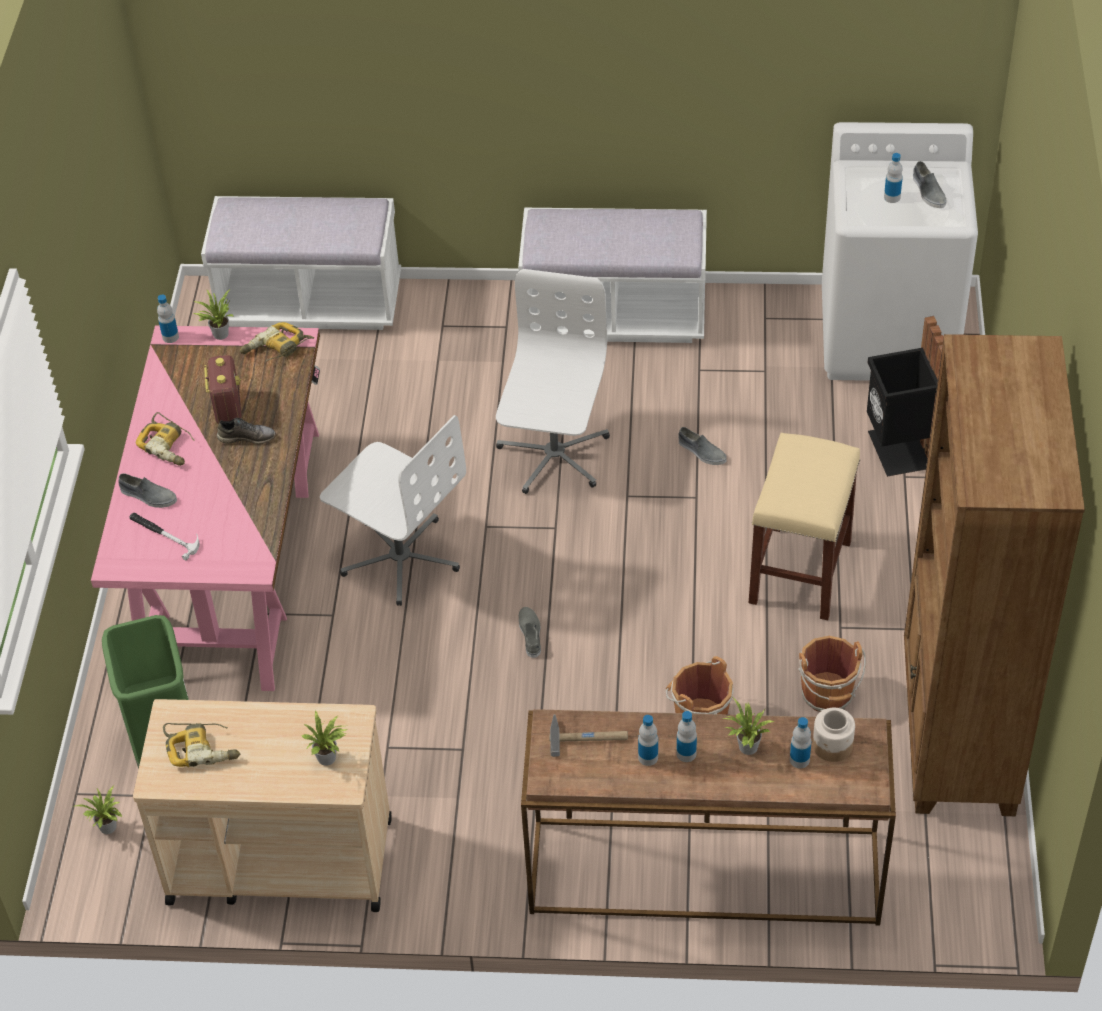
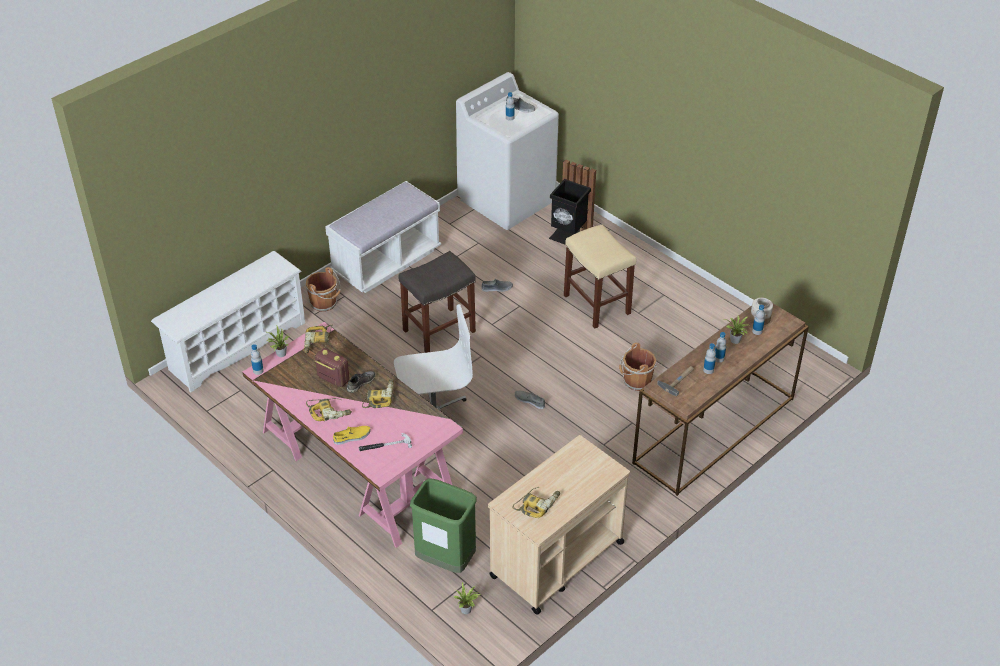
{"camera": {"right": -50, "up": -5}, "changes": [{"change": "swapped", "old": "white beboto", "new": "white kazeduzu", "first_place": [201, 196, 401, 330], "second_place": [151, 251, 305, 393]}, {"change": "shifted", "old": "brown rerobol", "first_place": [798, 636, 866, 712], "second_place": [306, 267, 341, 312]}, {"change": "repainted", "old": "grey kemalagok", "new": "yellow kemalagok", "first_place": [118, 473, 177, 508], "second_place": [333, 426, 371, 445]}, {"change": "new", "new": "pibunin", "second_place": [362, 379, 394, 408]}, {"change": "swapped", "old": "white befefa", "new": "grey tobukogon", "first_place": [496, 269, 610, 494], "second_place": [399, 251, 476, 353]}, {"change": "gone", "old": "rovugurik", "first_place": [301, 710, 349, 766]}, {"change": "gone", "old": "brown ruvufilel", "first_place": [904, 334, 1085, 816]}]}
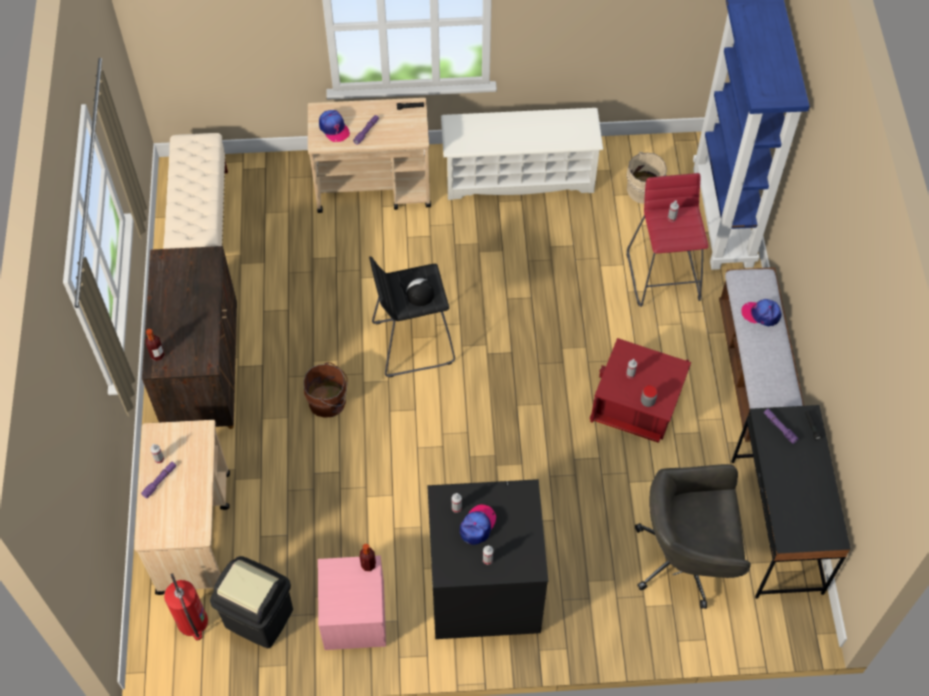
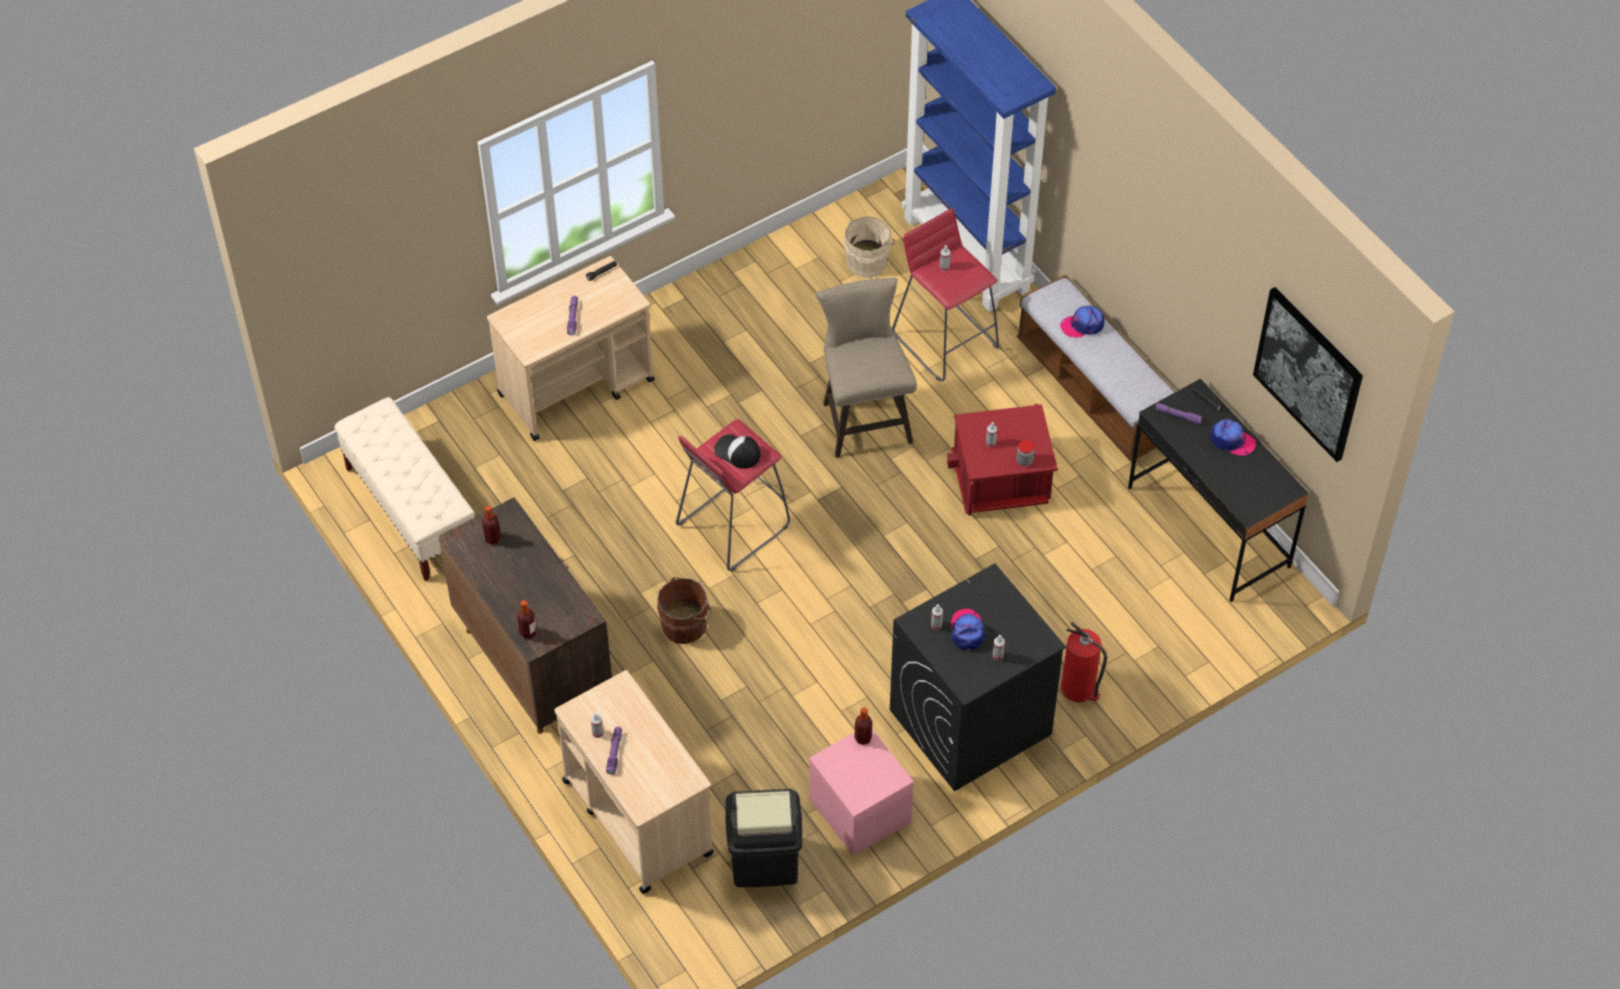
{"camera": {"right": -30, "up": -5}, "changes": [{"change": "new", "new": "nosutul", "second_place": [482, 505, 501, 545]}, {"change": "repainted", "old": "black tobukogon", "new": "red tobukogon", "first_place": [369, 256, 455, 377], "second_place": [676, 419, 790, 571]}, {"change": "new", "new": "beige tobukogon", "second_place": [816, 278, 917, 458]}, {"change": "shifted", "old": "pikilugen", "first_place": [164, 574, 208, 641], "second_place": [1061, 622, 1107, 702]}, {"change": "shifted", "old": "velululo", "first_place": [319, 110, 350, 142], "second_place": [1210, 419, 1256, 456]}, {"change": "new", "new": "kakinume", "second_place": [1253, 287, 1363, 462]}, {"change": "gone", "old": "white kazeduzu", "first_place": [441, 108, 603, 200]}, {"change": "gone", "old": "grey befefa", "first_place": [635, 464, 751, 609]}]}
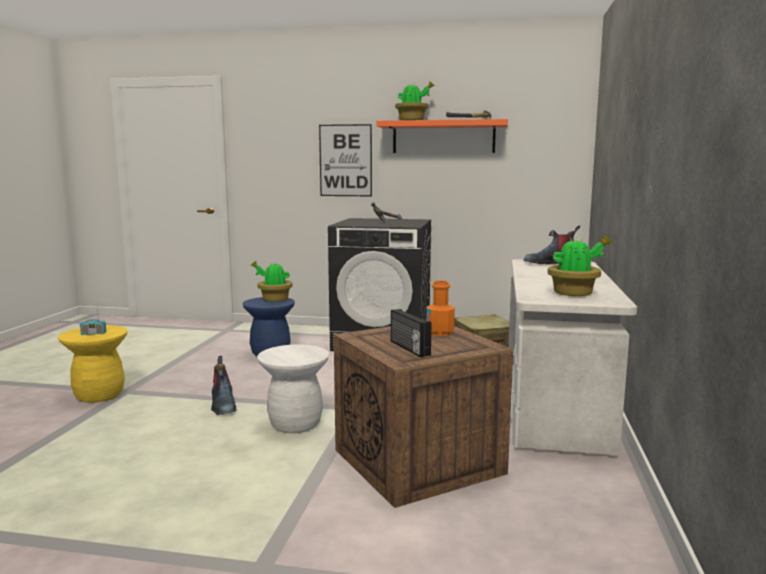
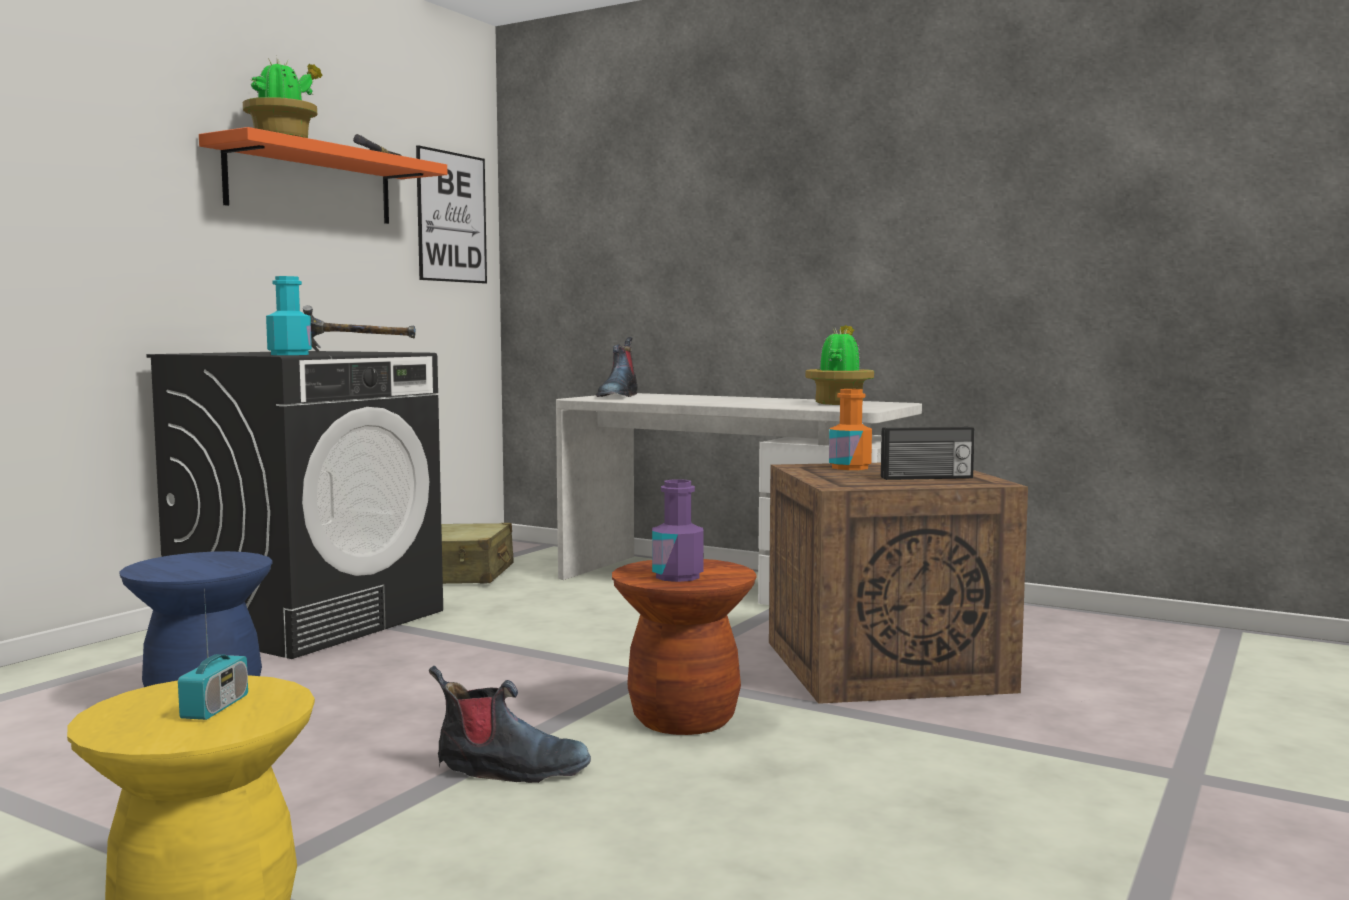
{"camera": {"right": -70, "up": -5}, "changes": [{"change": "new", "new": "turquoise nosutul", "second_place": [266, 276, 312, 355]}, {"change": "shifted", "old": "kakinume", "first_place": [319, 124, 372, 196], "second_place": [416, 145, 487, 283]}, {"change": "repainted", "old": "white tobukogon", "new": "brown tobukogon", "first_place": [257, 344, 329, 433], "second_place": [612, 559, 757, 735]}, {"change": "new", "new": "purple nosutul", "second_place": [652, 479, 704, 582]}, {"change": "gone", "old": "rovugurik", "first_place": [250, 261, 293, 302]}]}
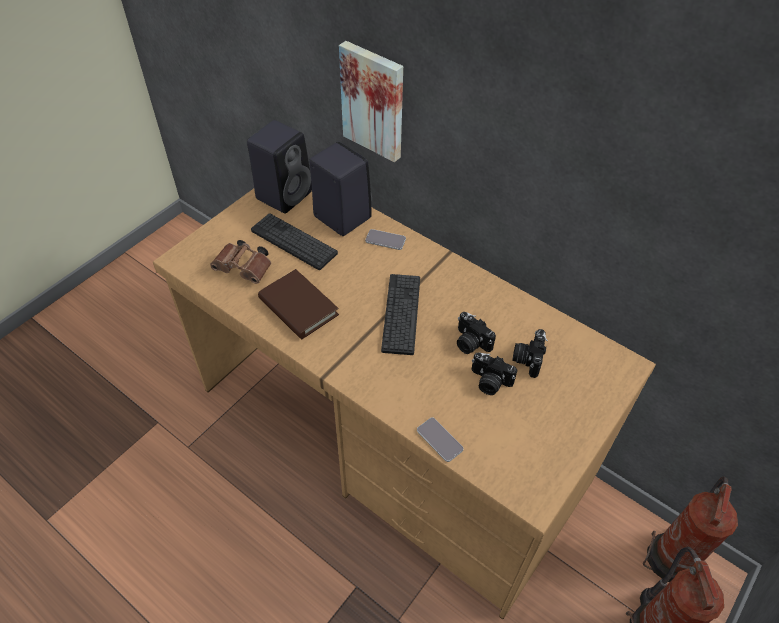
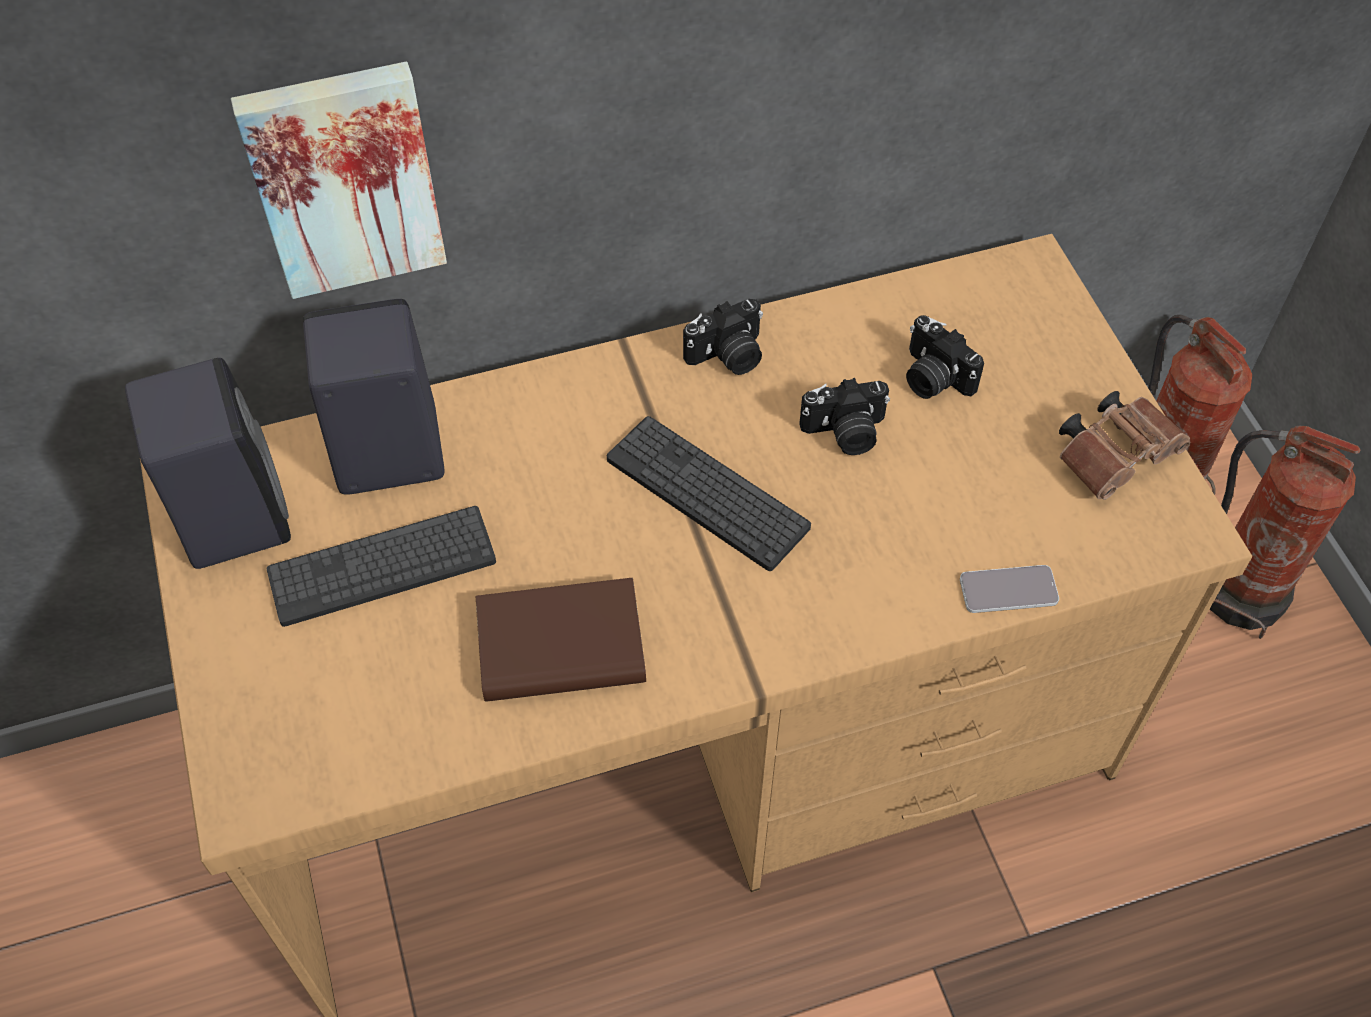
{"camera": {"right": -55, "up": 5}, "changes": [{"change": "shifted", "old": "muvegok", "first_place": [471, 352, 517, 395], "second_place": [683, 299, 763, 375]}, {"change": "shifted", "old": "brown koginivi", "first_place": [210, 240, 271, 284], "second_place": [1059, 391, 1190, 500]}, {"change": "gone", "old": "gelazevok", "first_place": [365, 229, 406, 250]}]}
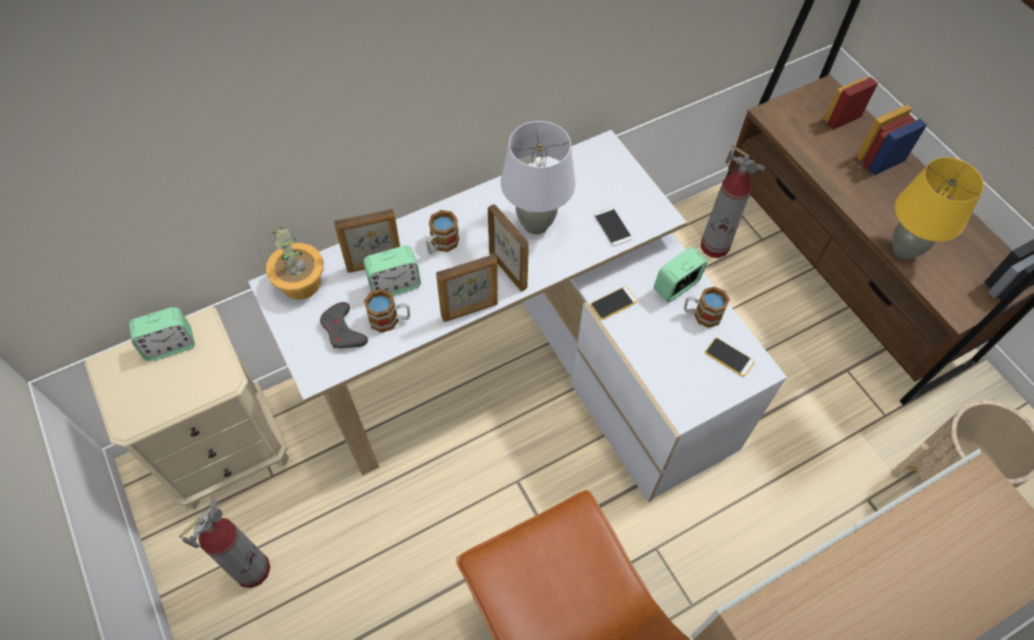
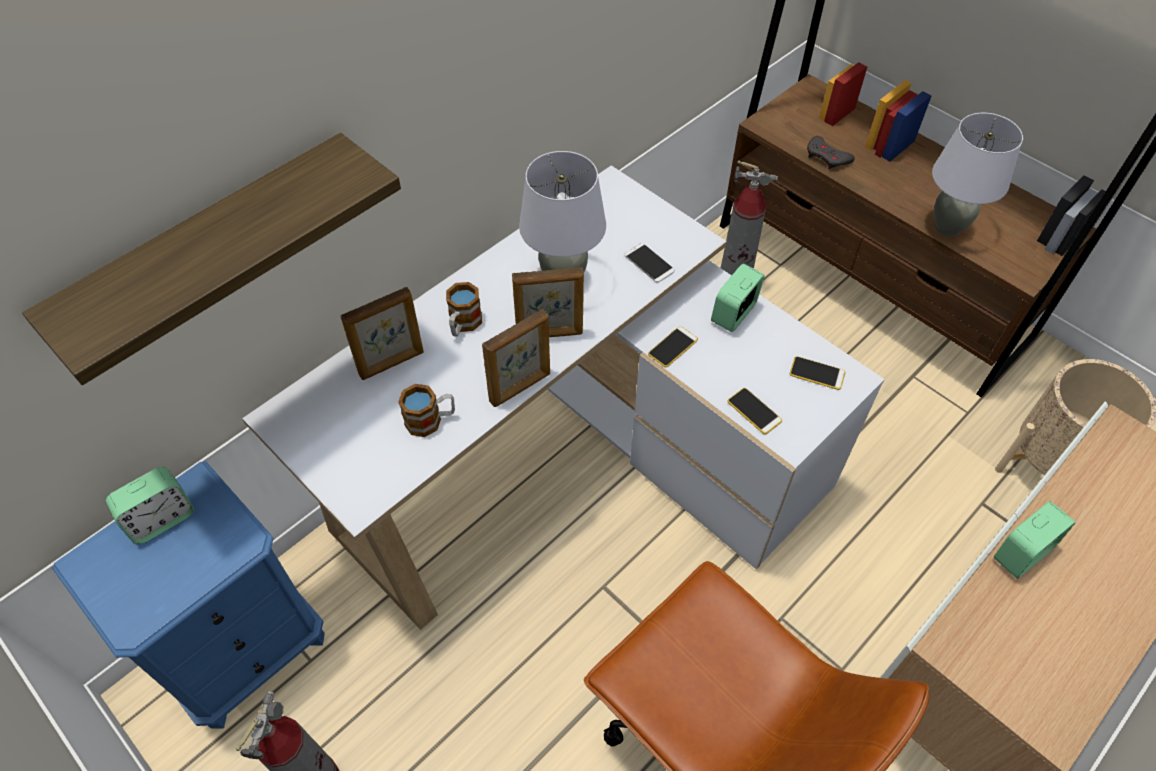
{"camera": {"right": -15, "up": -5}, "changes": [{"change": "new", "new": "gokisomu", "second_place": [22, 133, 401, 385]}, {"change": "repainted", "old": "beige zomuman", "new": "blue zomuman", "first_place": [84, 307, 289, 510], "second_place": [52, 461, 325, 728]}, {"change": "rotated", "old": "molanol", "first_place": [488, 204, 529, 292], "second_place": [512, 267, 584, 337], "degrees": 135}, {"change": "new", "new": "gelazevok", "second_place": [727, 388, 782, 434]}, {"change": "shifted", "old": "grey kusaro", "first_place": [320, 302, 368, 348], "second_place": [807, 136, 855, 170]}, {"change": "repainted", "old": "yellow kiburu", "new": "grey kiburu", "first_place": [892, 157, 984, 260], "second_place": [932, 113, 1023, 237]}, {"change": "shifted", "old": "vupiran", "first_place": [363, 246, 421, 296], "second_place": [994, 501, 1076, 579]}, {"change": "gone", "old": "rovugurik", "first_place": [266, 227, 324, 300]}, {"change": "gone", "old": "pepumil", "first_place": [684, 286, 730, 328]}]}
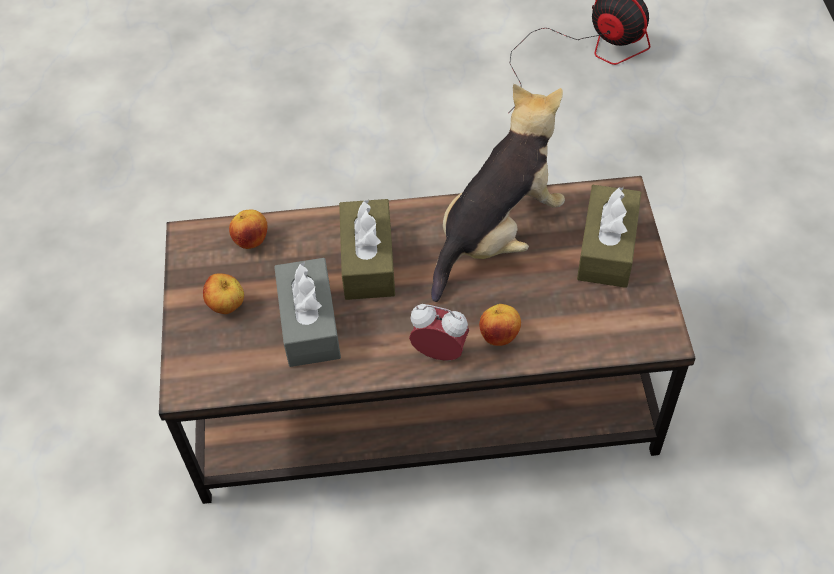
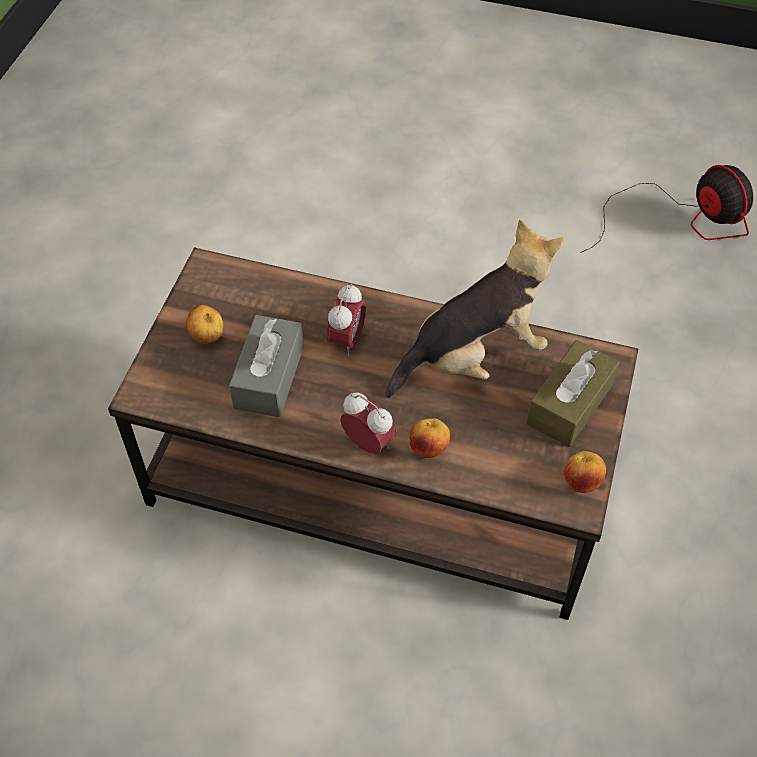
{"camera": {"right": 20, "up": 0}, "changes": [{"change": "swapped", "old": "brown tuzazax", "new": "vupiran", "first_place": [339, 199, 395, 300], "second_place": [327, 283, 366, 356]}, {"change": "shifted", "old": "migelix", "first_place": [229, 210, 267, 249], "second_place": [564, 451, 606, 493]}]}
